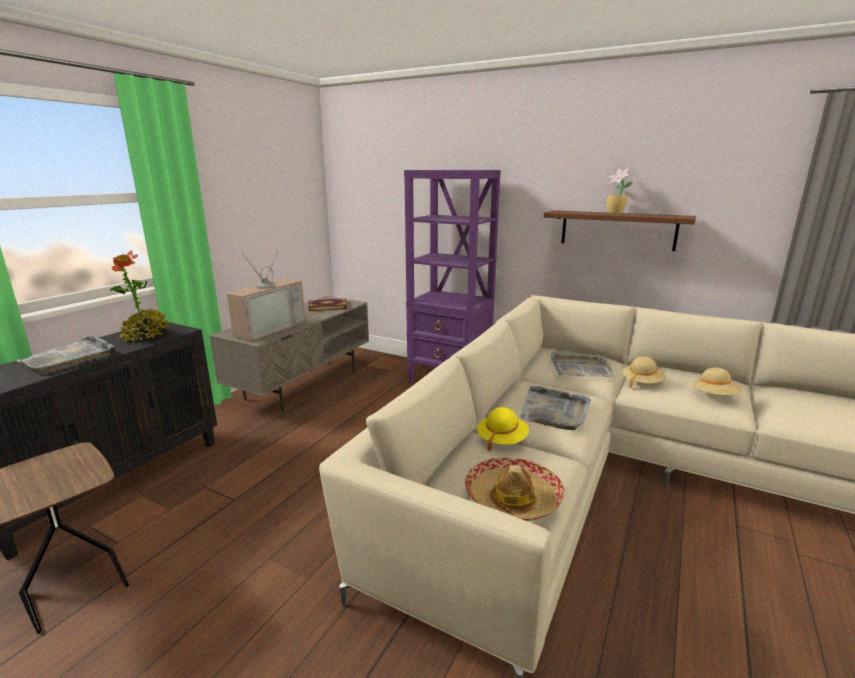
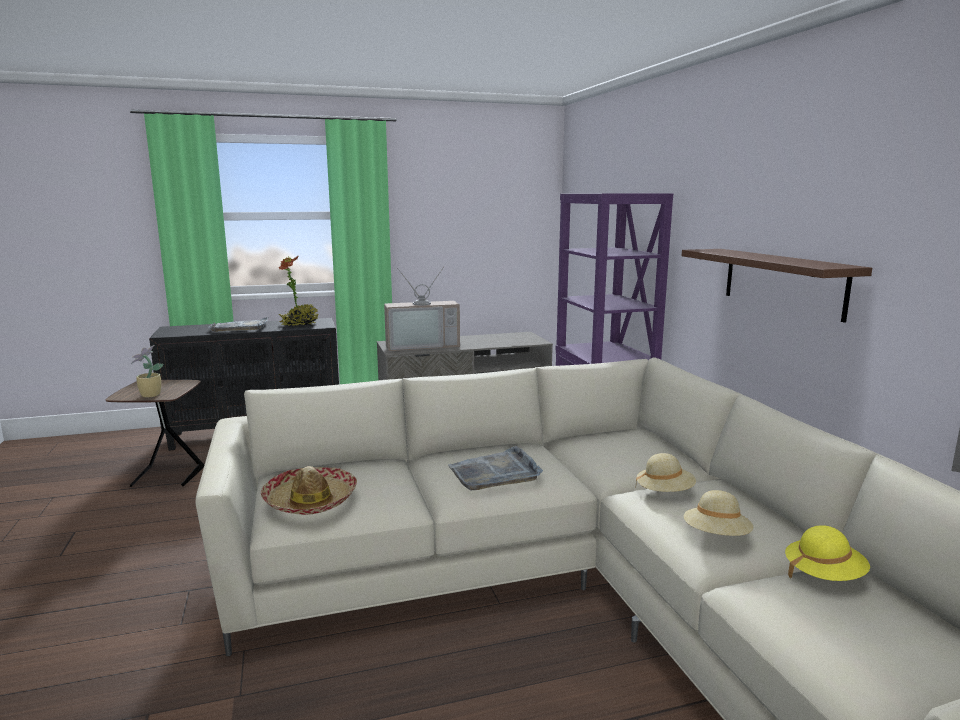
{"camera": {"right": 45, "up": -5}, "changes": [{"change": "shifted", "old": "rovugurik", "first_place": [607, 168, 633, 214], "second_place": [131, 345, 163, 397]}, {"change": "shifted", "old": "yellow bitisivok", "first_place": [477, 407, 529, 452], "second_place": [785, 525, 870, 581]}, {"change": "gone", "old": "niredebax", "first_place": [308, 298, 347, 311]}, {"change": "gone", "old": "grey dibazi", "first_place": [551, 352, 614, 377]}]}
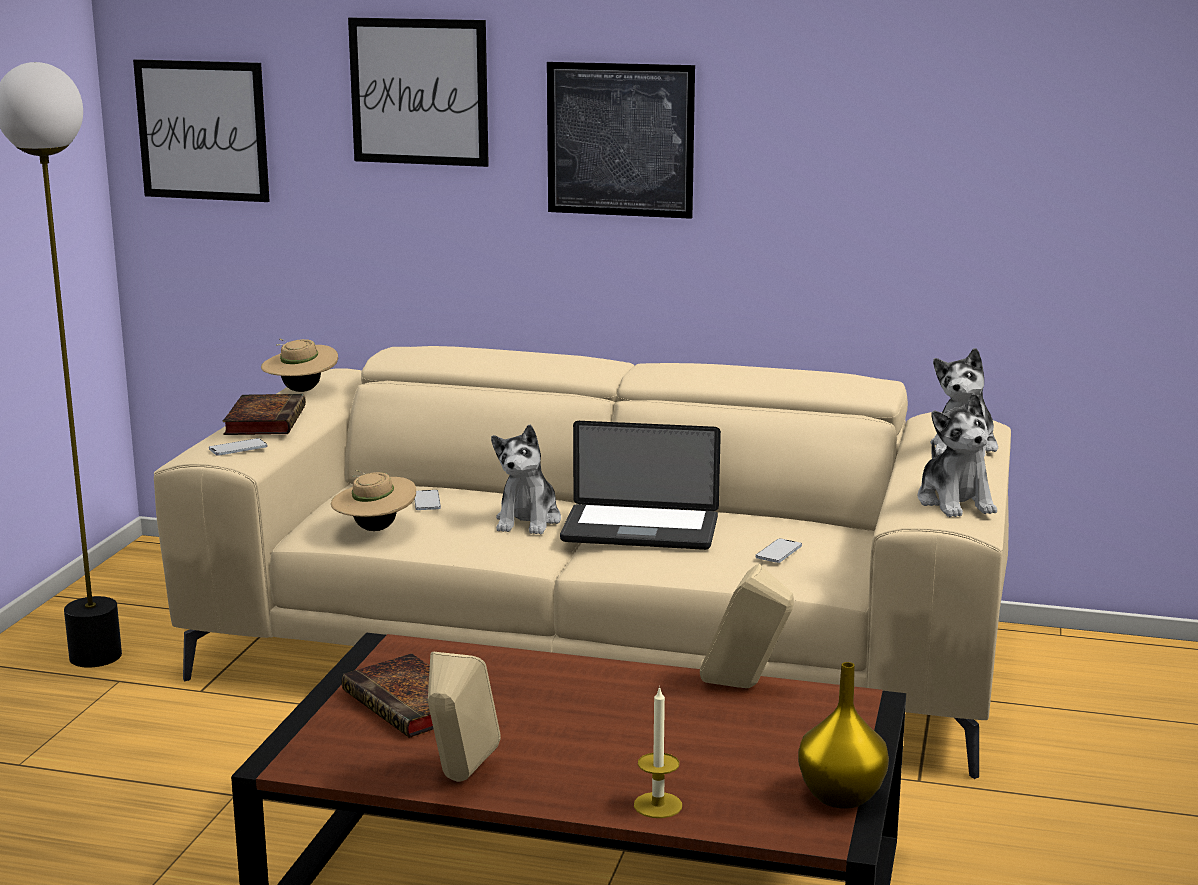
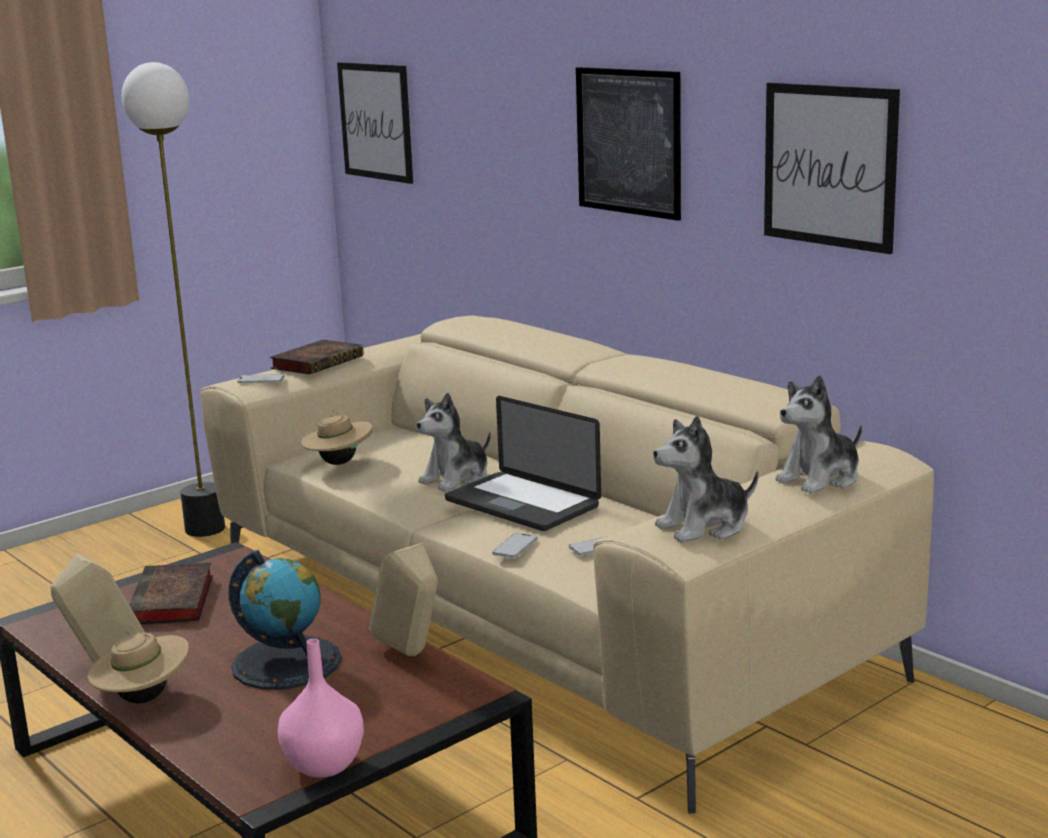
{"camera": {"right": 35, "up": 0}, "changes": [{"change": "shifted", "old": "beige bitisivok", "first_place": [261, 339, 338, 392], "second_place": [87, 626, 189, 703]}, {"change": "new", "new": "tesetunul", "second_place": [228, 550, 342, 690]}, {"change": "repainted", "old": "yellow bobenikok", "new": "pink bobenikok", "first_place": [798, 662, 889, 809], "second_place": [278, 639, 364, 778]}, {"change": "shifted", "old": "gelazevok", "first_place": [414, 490, 441, 510], "second_place": [492, 533, 537, 558]}, {"change": "rotated", "old": "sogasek", "first_place": [917, 393, 997, 517], "second_place": [653, 416, 759, 543], "degrees": 45}, {"change": "shifted", "old": "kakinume", "first_place": [348, 18, 489, 167], "second_place": [764, 83, 900, 254]}, {"change": "gone", "old": "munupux", "first_place": [634, 686, 682, 818]}]}
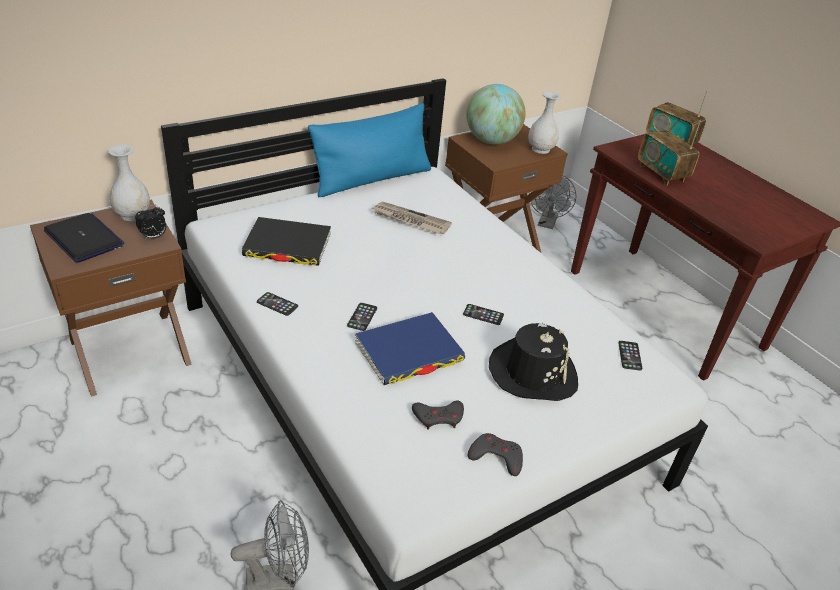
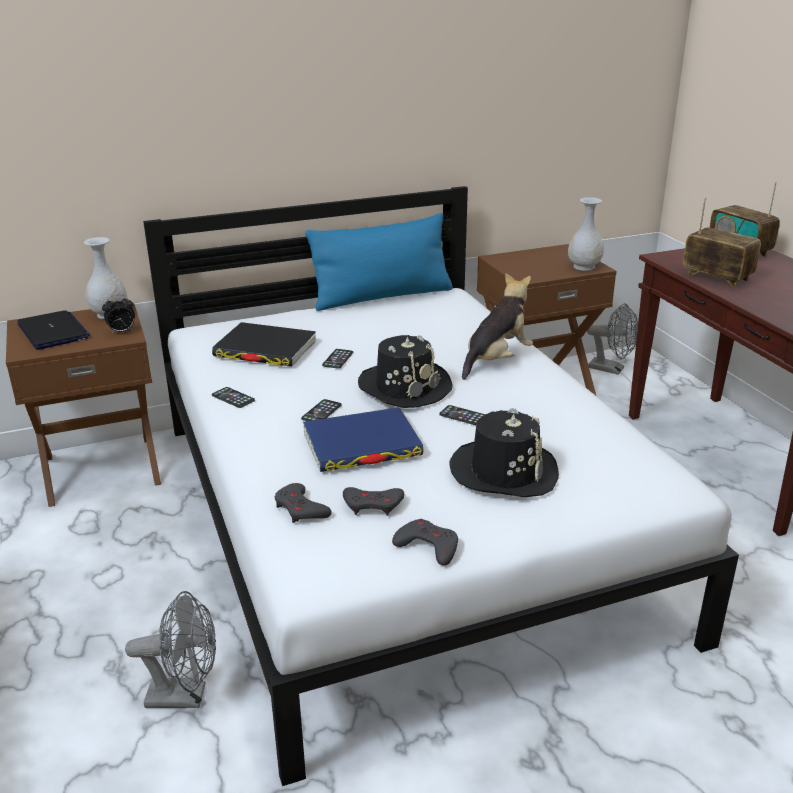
{"camera": {"right": 15, "up": -10}, "changes": [{"change": "new", "new": "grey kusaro", "second_place": [275, 483, 332, 523]}, {"change": "shifted", "old": "gelazevok", "first_place": [618, 341, 642, 371], "second_place": [322, 349, 353, 369]}, {"change": "new", "new": "black bitisivok", "second_place": [358, 335, 453, 408]}, {"change": "new", "new": "sogasek", "second_place": [462, 273, 533, 380]}, {"change": "rotated", "old": "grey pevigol", "first_place": [529, 175, 576, 229], "second_place": [587, 303, 638, 375], "degrees": -90}, {"change": "rotated", "old": "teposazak", "first_place": [638, 120, 701, 185], "second_place": [683, 198, 761, 288], "degrees": 150}, {"change": "gone", "old": "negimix", "first_place": [372, 202, 452, 234]}, {"change": "gone", "old": "tesetunul", "first_place": [466, 84, 526, 144]}]}
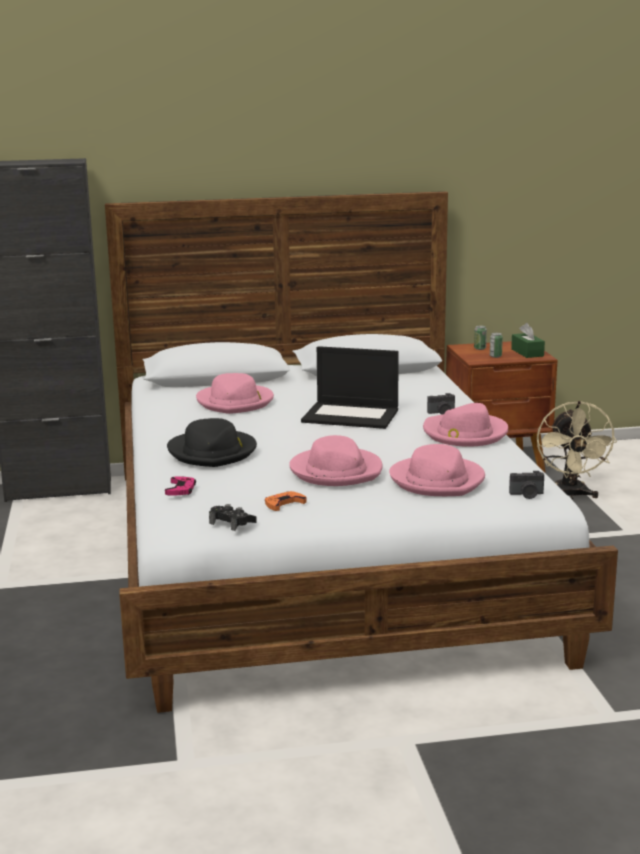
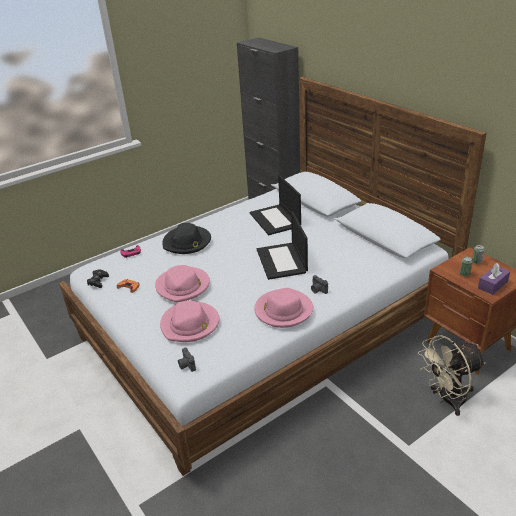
{"camera": {"right": 65, "up": 15}, "changes": [{"change": "swapped", "old": "pink bitisivok", "new": "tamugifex", "first_place": [196, 373, 274, 414], "second_place": [250, 175, 301, 235]}, {"change": "repainted", "old": "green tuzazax", "new": "purple tuzazax", "first_place": [511, 323, 545, 358], "second_place": [478, 263, 510, 295]}]}
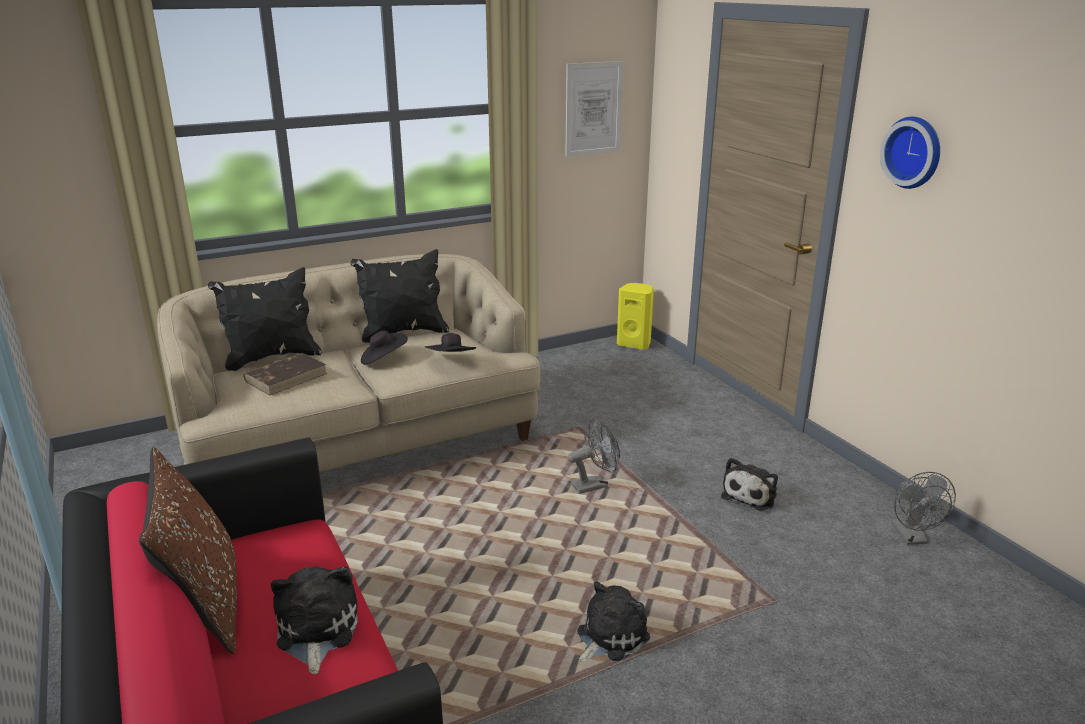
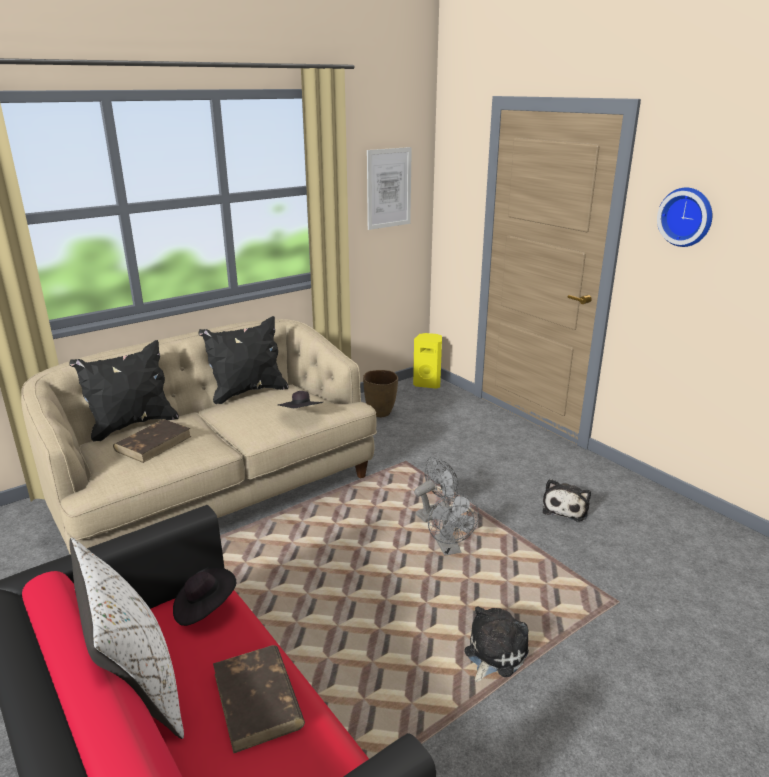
{"camera": {"right": -10, "up": 0}, "changes": [{"change": "repainted", "old": "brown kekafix", "new": "white kekafix", "first_place": [139, 447, 237, 654], "second_place": [70, 537, 184, 739]}, {"change": "shifted", "old": "black bitisivok", "first_place": [361, 331, 408, 365], "second_place": [173, 567, 236, 626]}, {"change": "swapped", "old": "sogasek", "new": "brown niredebax", "first_place": [271, 566, 358, 674], "second_place": [213, 645, 305, 753]}, {"change": "new", "new": "brown bobenikok", "second_place": [363, 370, 398, 417]}, {"change": "shifted", "old": "grey pevigol", "first_place": [891, 472, 956, 545], "second_place": [428, 494, 479, 556]}]}
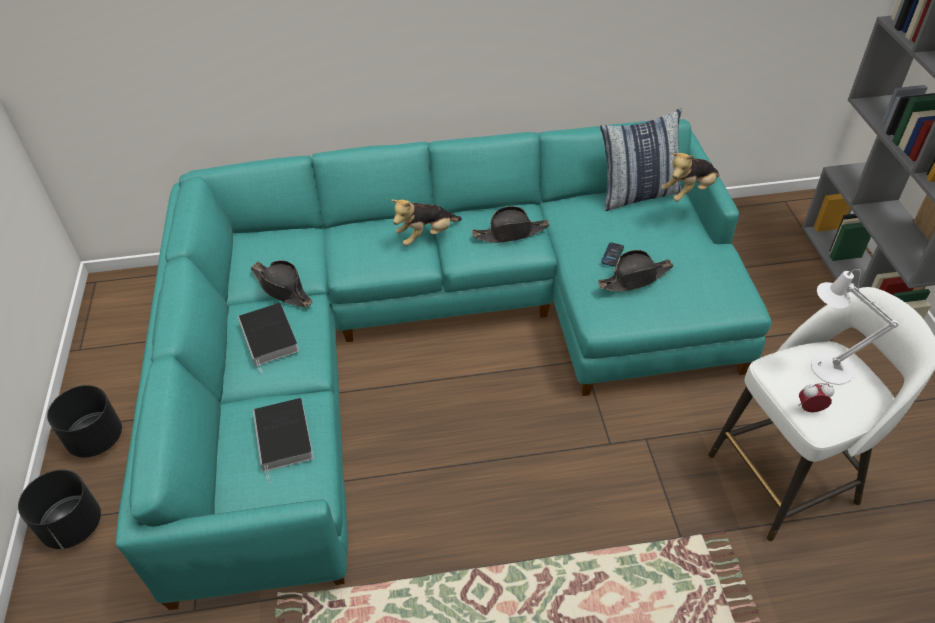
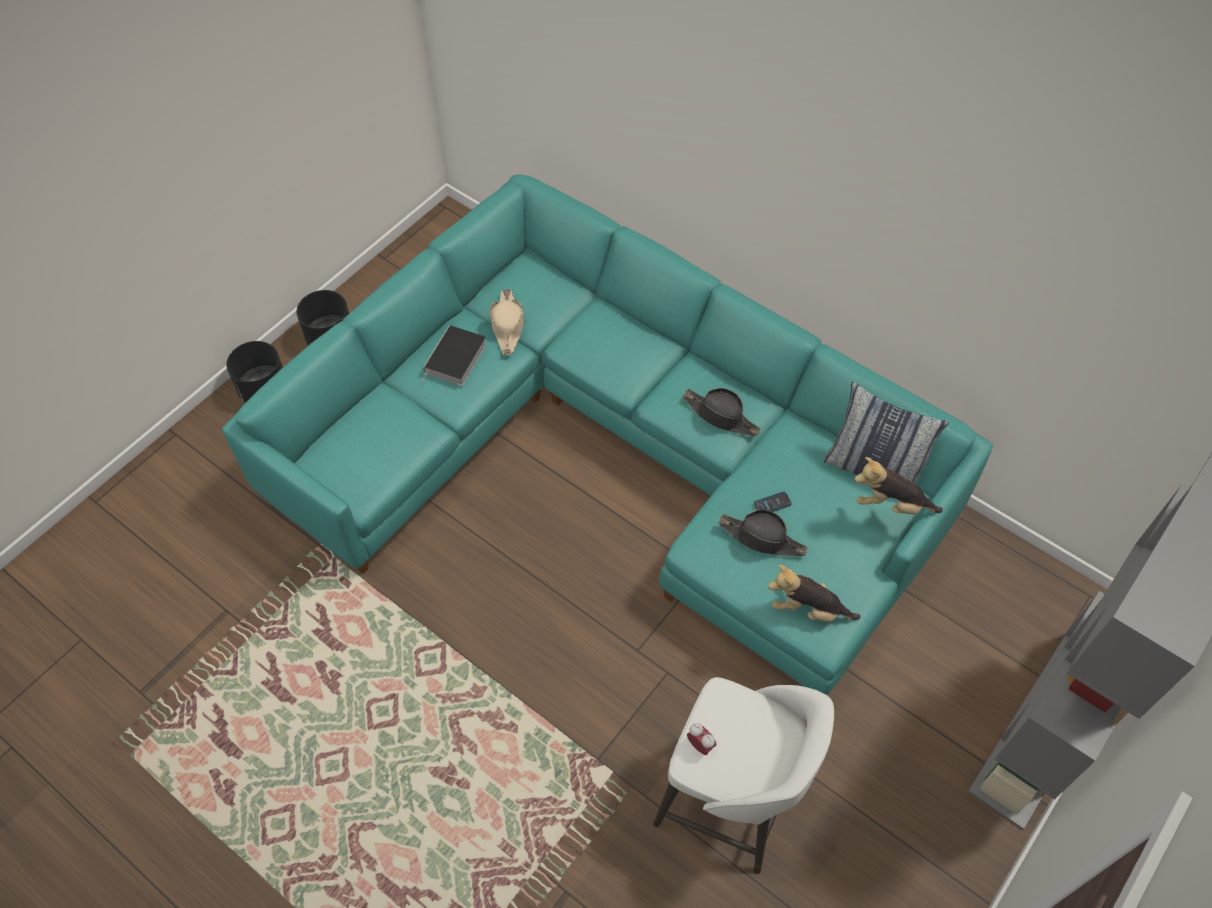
{"camera": {"right": 45, "up": 10}, "changes": [{"change": "repainted", "old": "black bitisivok", "new": "beige bitisivok", "first_place": [250, 260, 313, 307], "second_place": [489, 289, 525, 355]}, {"change": "shifted", "old": "sogasek", "first_place": [391, 199, 462, 246], "second_place": [768, 565, 860, 622]}, {"change": "gone", "old": "niredebax", "first_place": [253, 398, 314, 482]}, {"change": "gone", "old": "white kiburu", "first_place": [811, 269, 898, 385]}]}
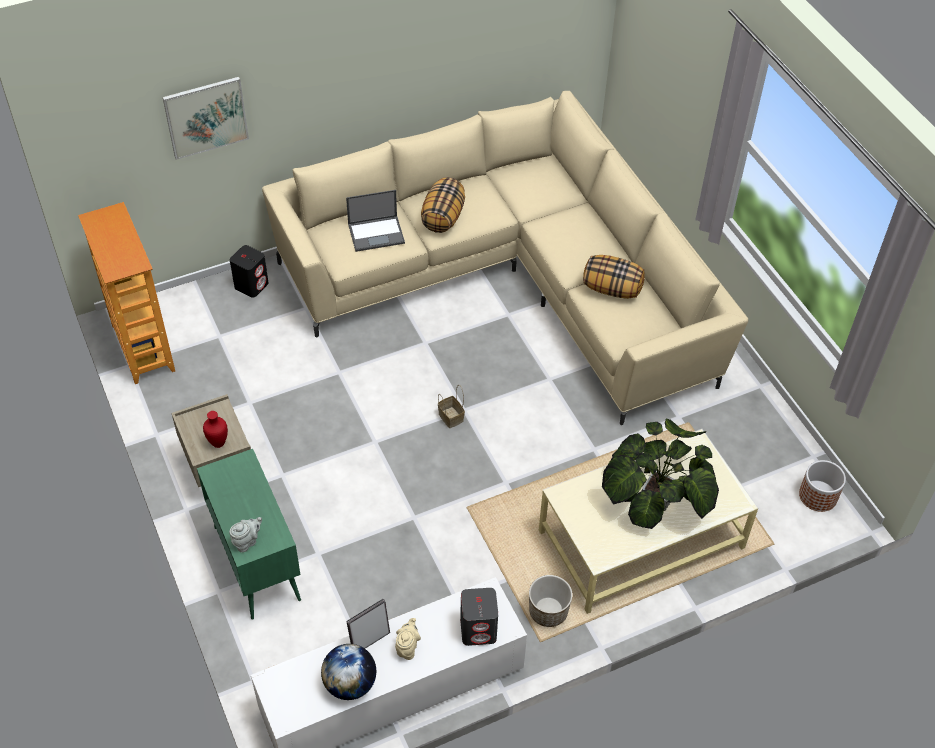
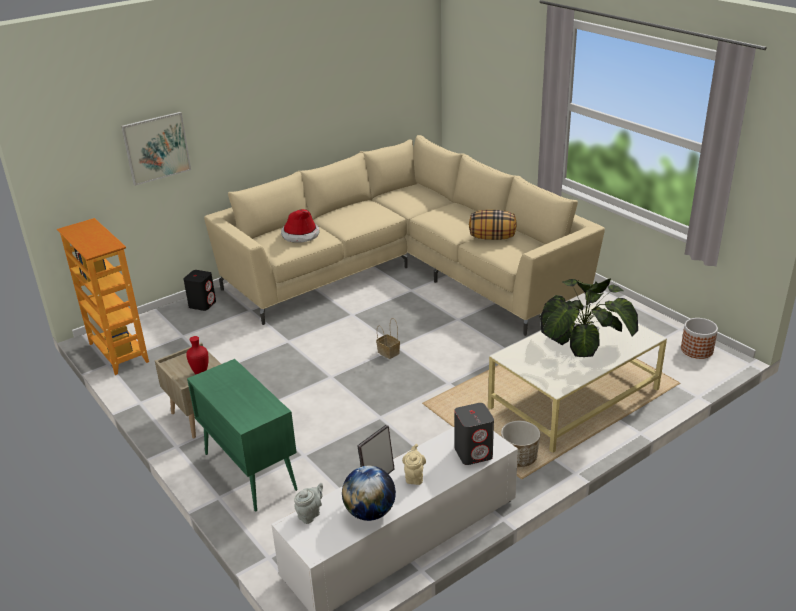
{"camera": {"right": -10, "up": -20}, "changes": [{"change": "swapped", "old": "tamugifex", "new": "bitisivok", "first_place": [346, 190, 405, 252], "second_place": [281, 209, 320, 243]}, {"change": "shifted", "old": "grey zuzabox", "first_place": [229, 517, 262, 552], "second_place": [294, 483, 323, 524]}, {"change": "gone", "old": "kekafix", "first_place": [421, 178, 465, 233]}]}
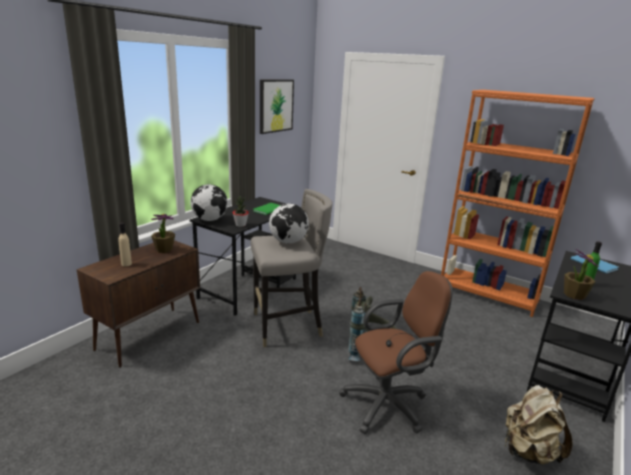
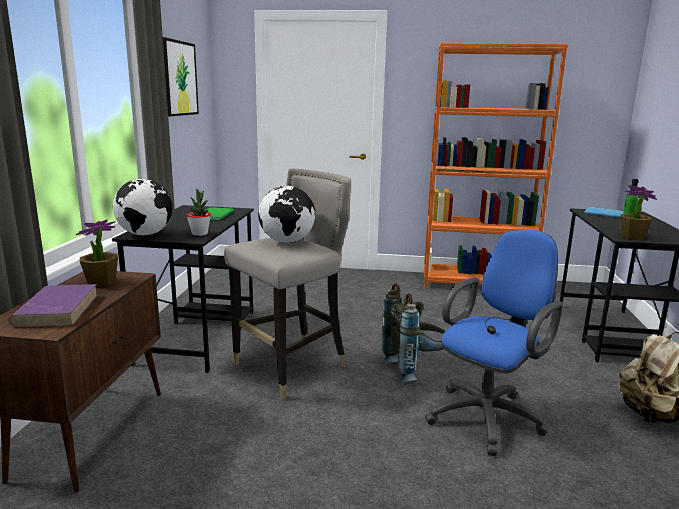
{"camera": {"right": -25, "up": -5}, "changes": [{"change": "swapped", "old": "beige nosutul", "new": "purple niredebax", "first_place": [118, 223, 132, 266], "second_place": [8, 284, 98, 327]}, {"change": "repainted", "old": "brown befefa", "new": "blue befefa", "first_place": [339, 271, 453, 434], "second_place": [425, 230, 563, 456]}]}
